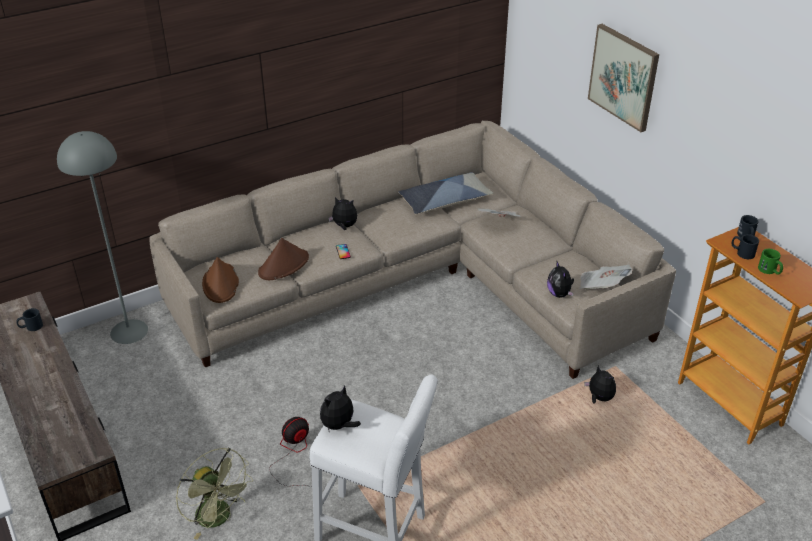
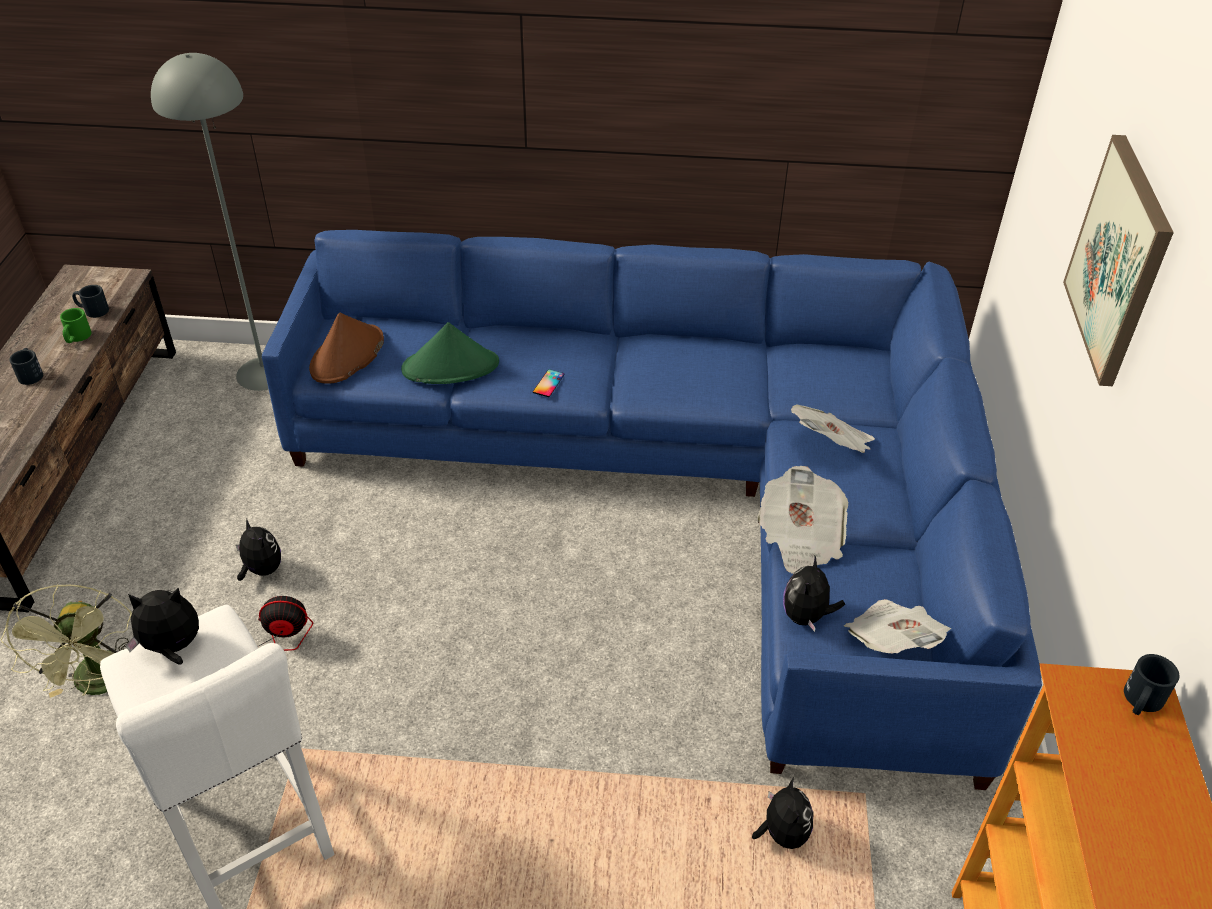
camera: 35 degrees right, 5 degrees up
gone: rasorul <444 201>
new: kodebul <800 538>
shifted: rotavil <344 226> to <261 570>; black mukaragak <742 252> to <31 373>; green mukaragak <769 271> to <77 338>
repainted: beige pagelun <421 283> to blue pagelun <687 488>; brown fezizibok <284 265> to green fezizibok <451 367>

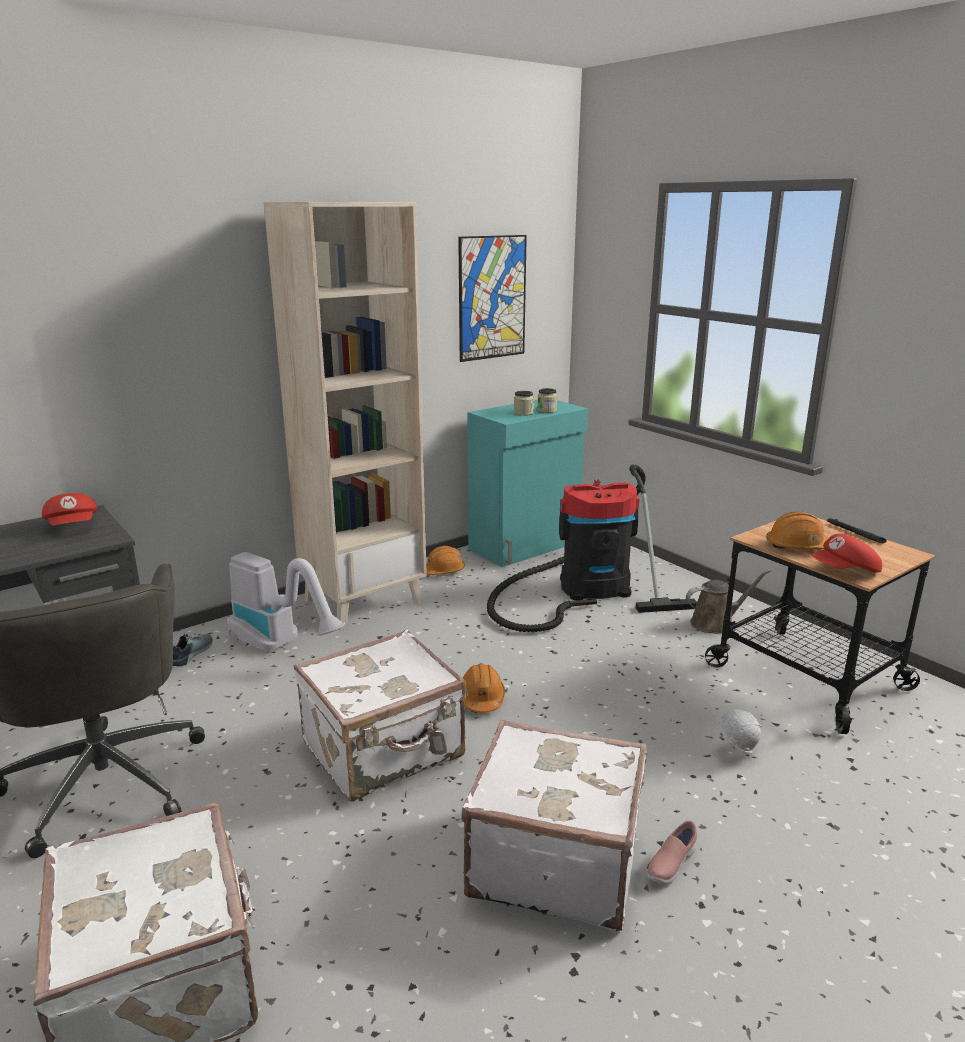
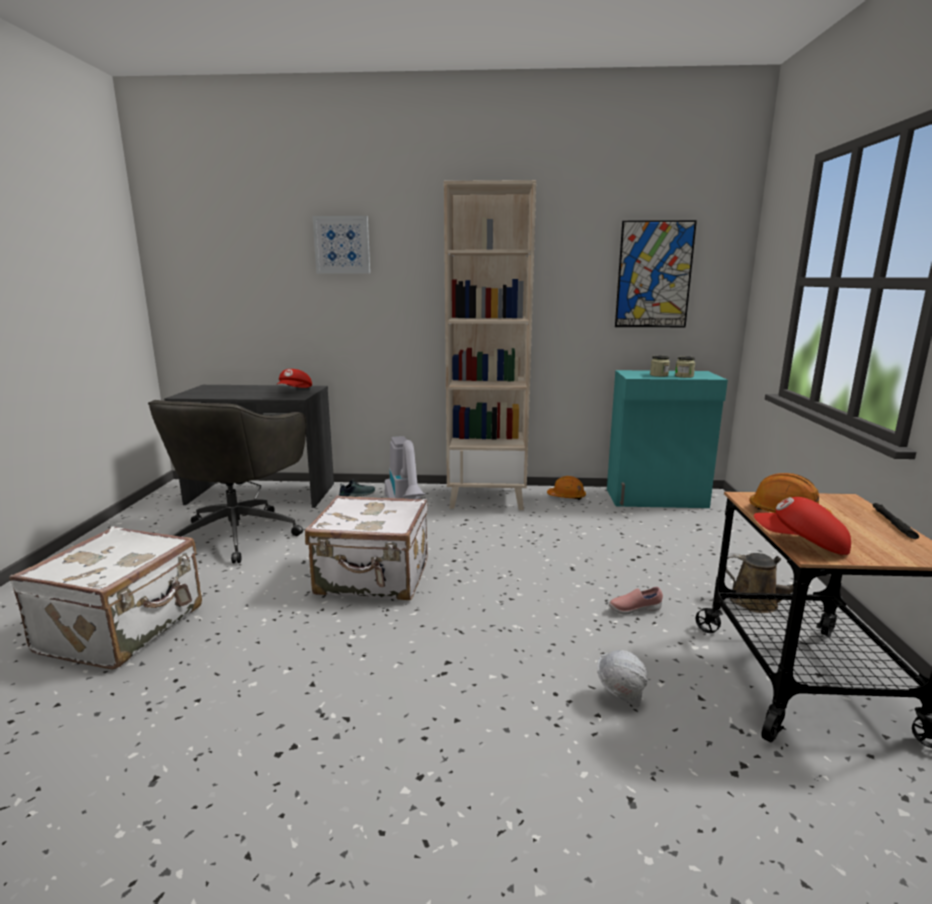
camera: 40 degrees right, 5 degrees down
gone: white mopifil <554 860>; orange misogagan <481 699>; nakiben <586 589>
new: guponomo <342 245>
shifted: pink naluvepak <670 865> to <634 610>

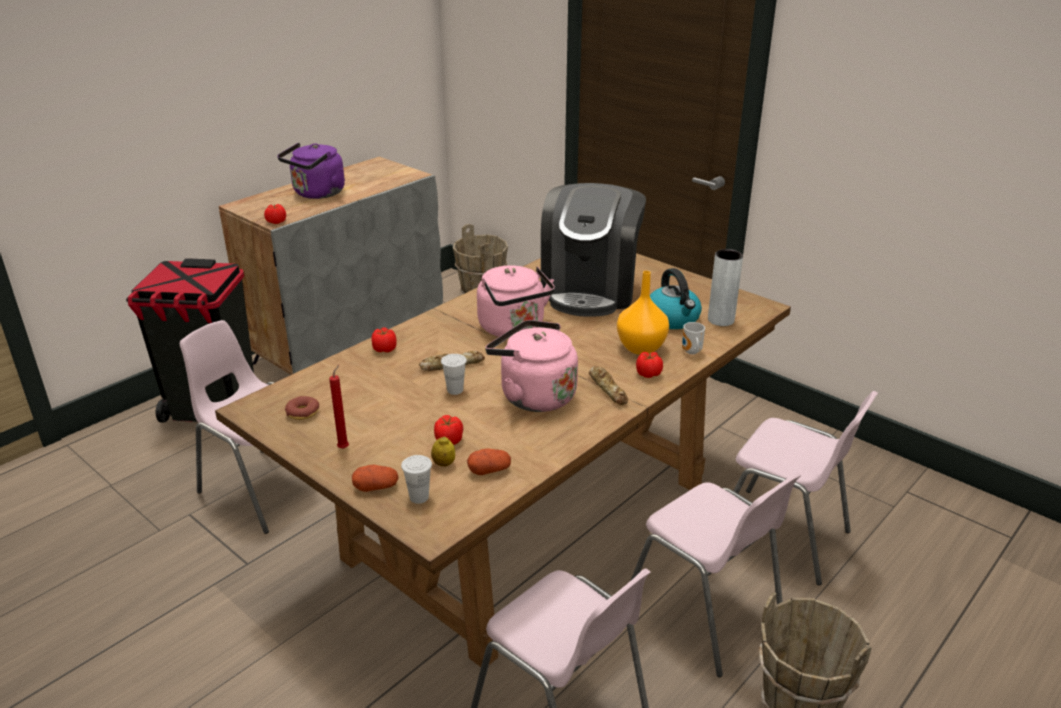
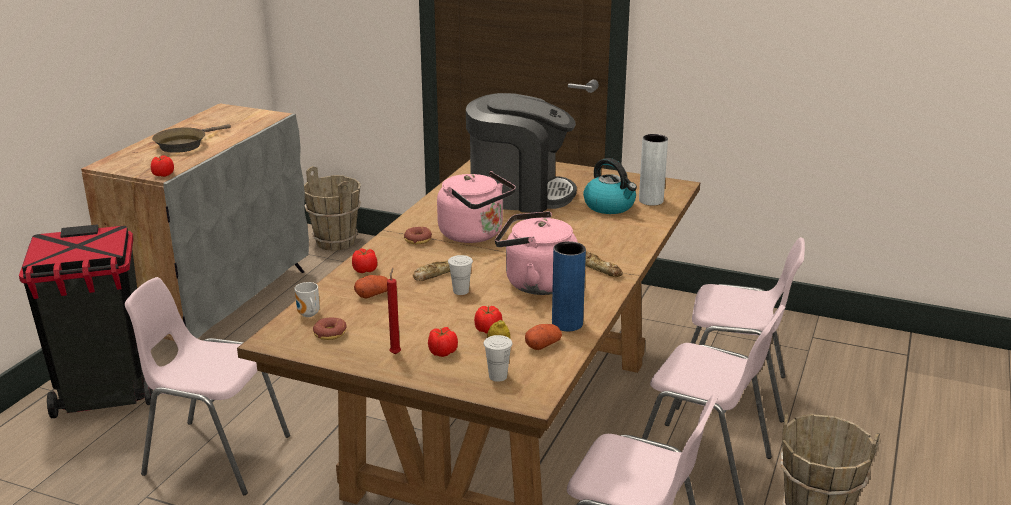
camera: 20 degrees left, 5 degrees down
gone: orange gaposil <640 347>
new: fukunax <418 240>; blue gaposil <567 324>
shifted: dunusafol <376 487> to <373 294>; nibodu <648 373> to <442 352>; mukaragak <691 352> to <308 315>
swapped: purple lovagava <317 194> to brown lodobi <184 144>
rotated: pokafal <590 290> = <519 194> 75 degrees counterclockwise

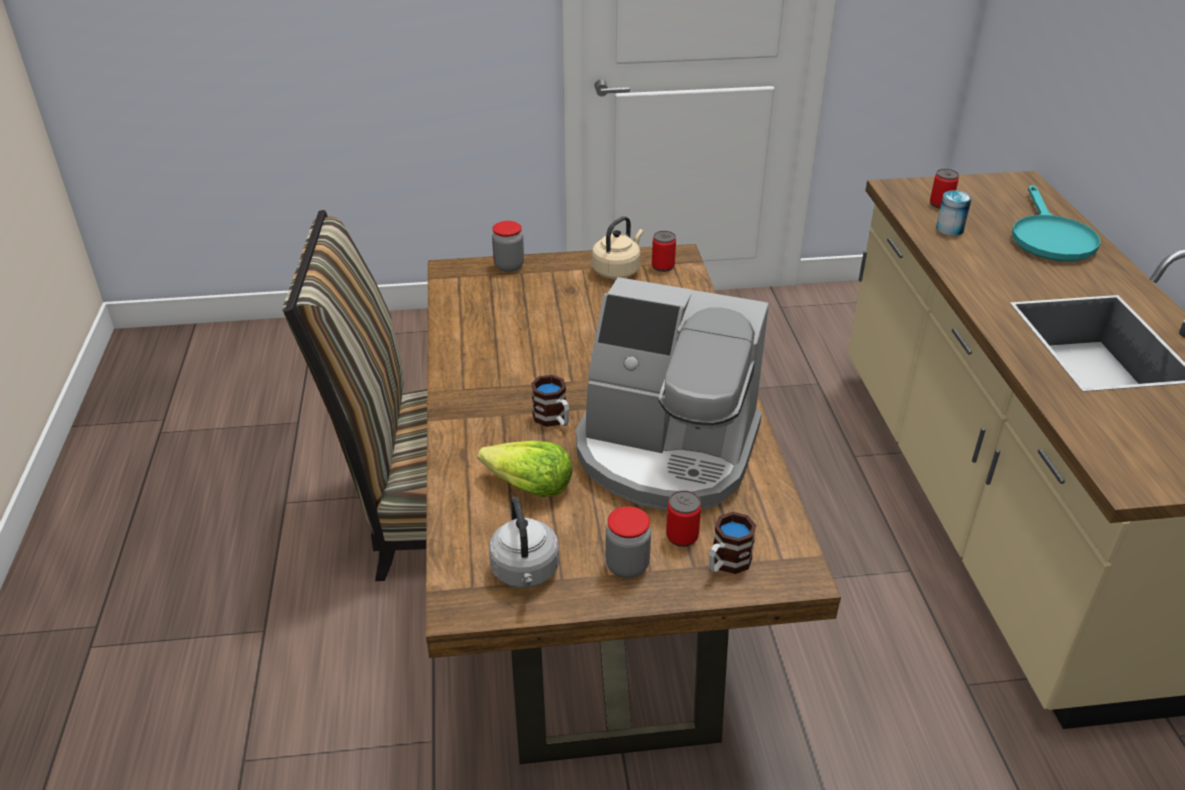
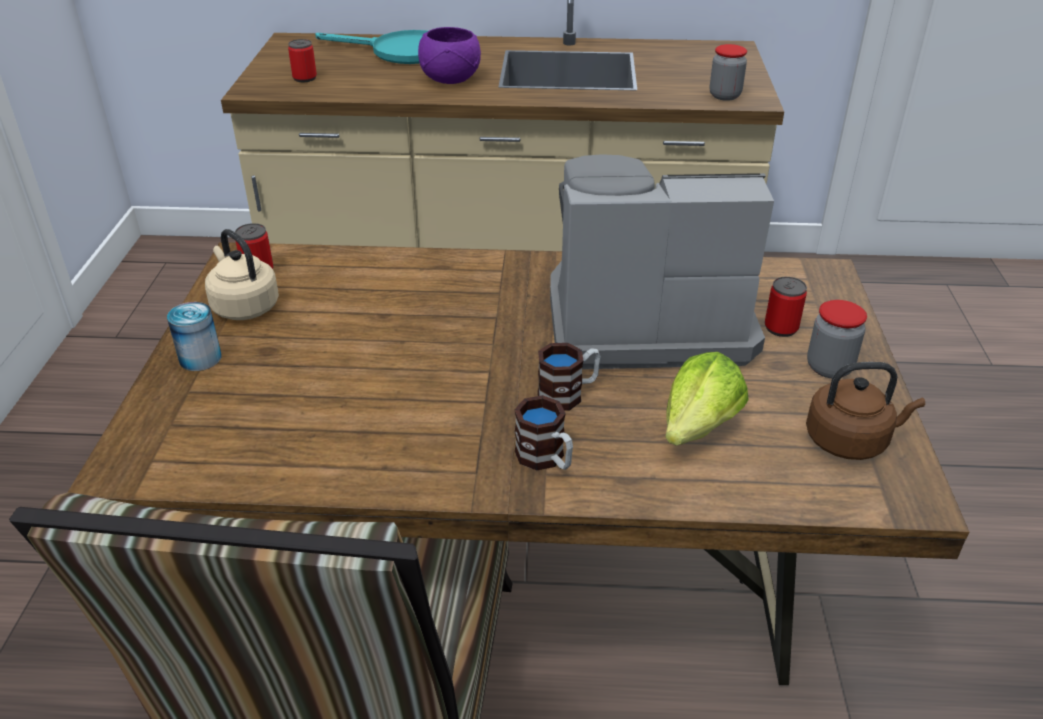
camera: 80 degrees left, 0 degrees up
new: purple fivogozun <450 80>
shifted: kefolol <509 266> to <725 96>; mukaragak <726 564> to <546 459>; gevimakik <949 229> to <200 358>
repainted: grey lovagava <525 573> to brown lovagava <850 441>
rotated: pokafal <666 452> = <644 319> 120 degrees counterclockwise

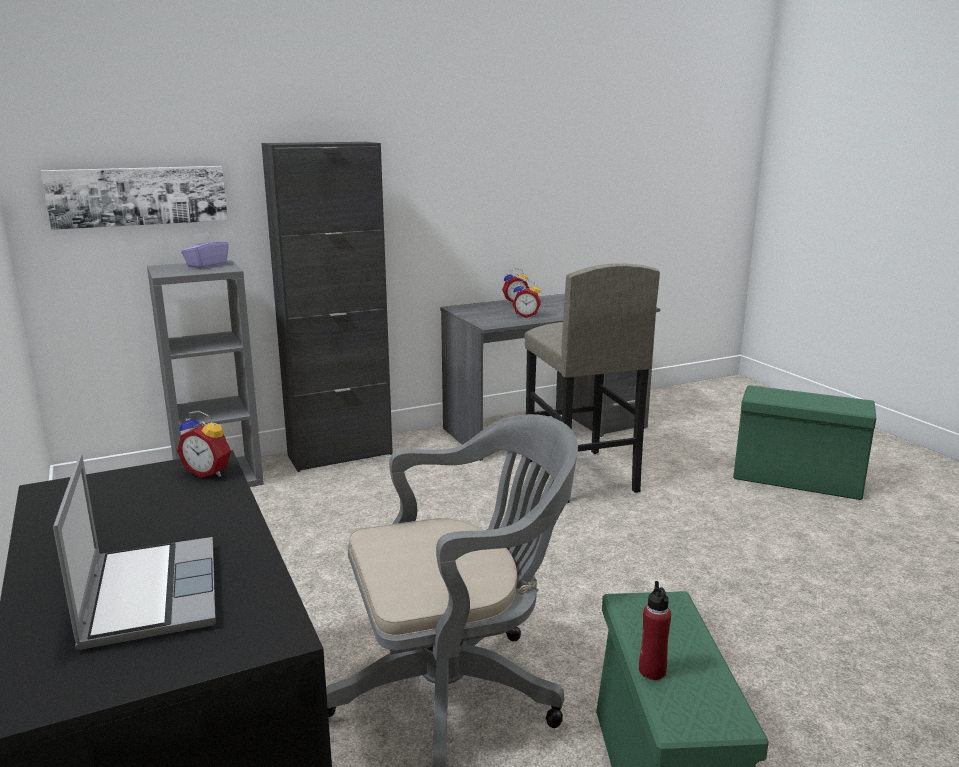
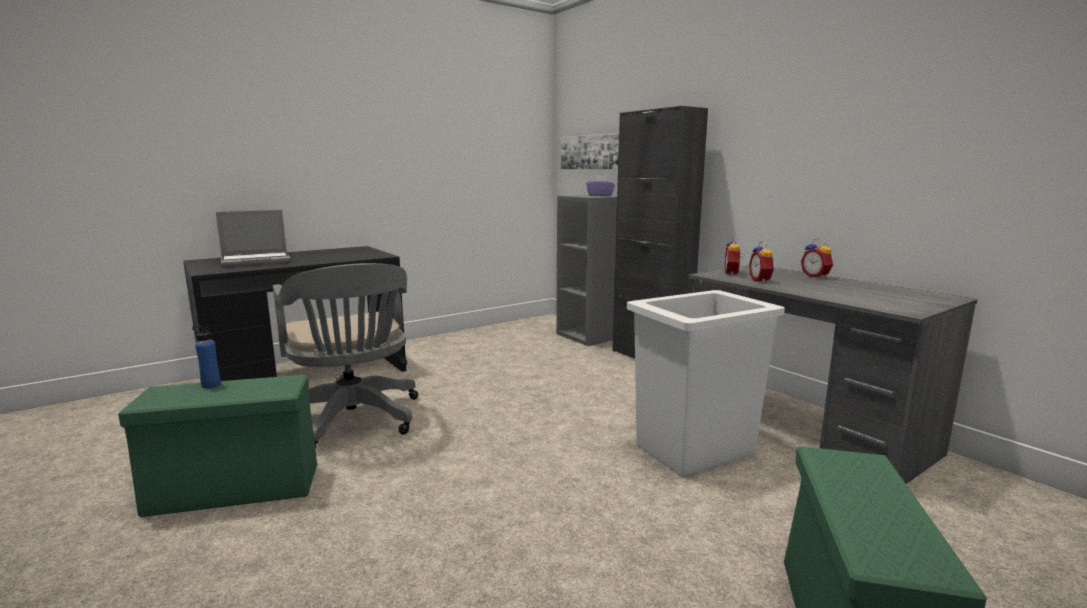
camera: 80 degrees right, 5 degrees down
shifted: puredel <209 472> to <733 273>
swapped: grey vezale <579 476> to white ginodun <692 449>
repainted: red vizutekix <652 671> to blue vizutekix <211 385>

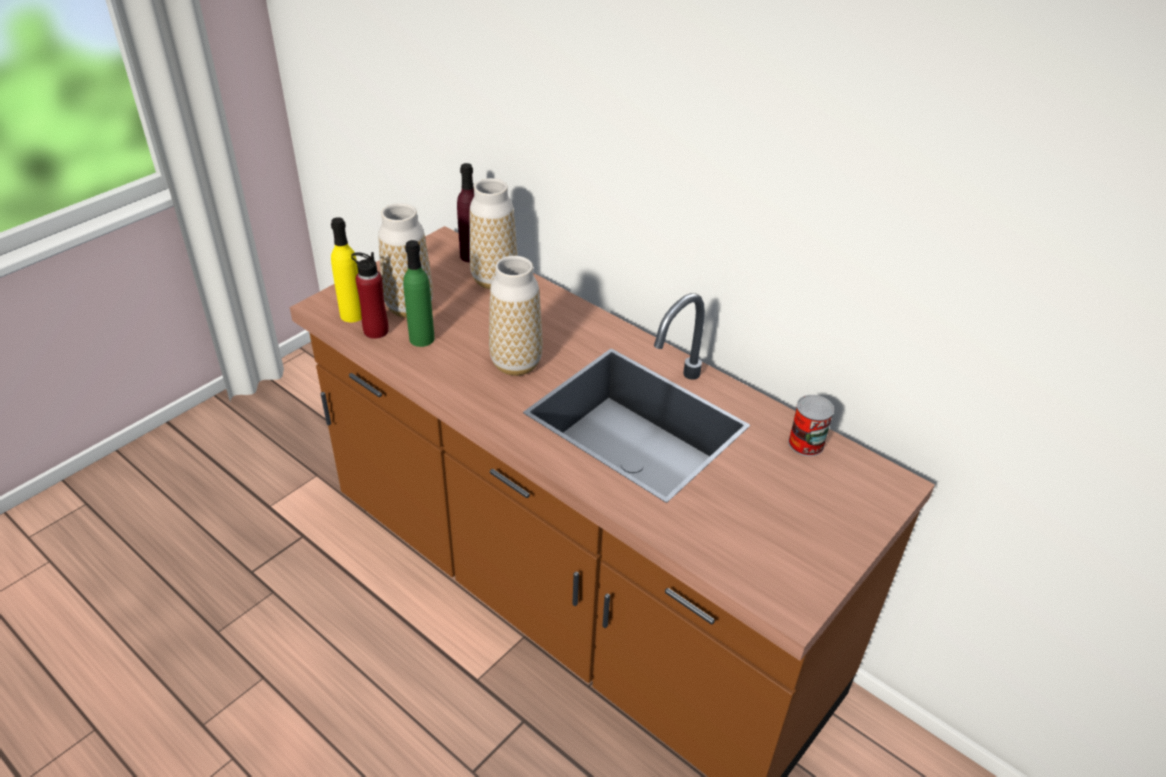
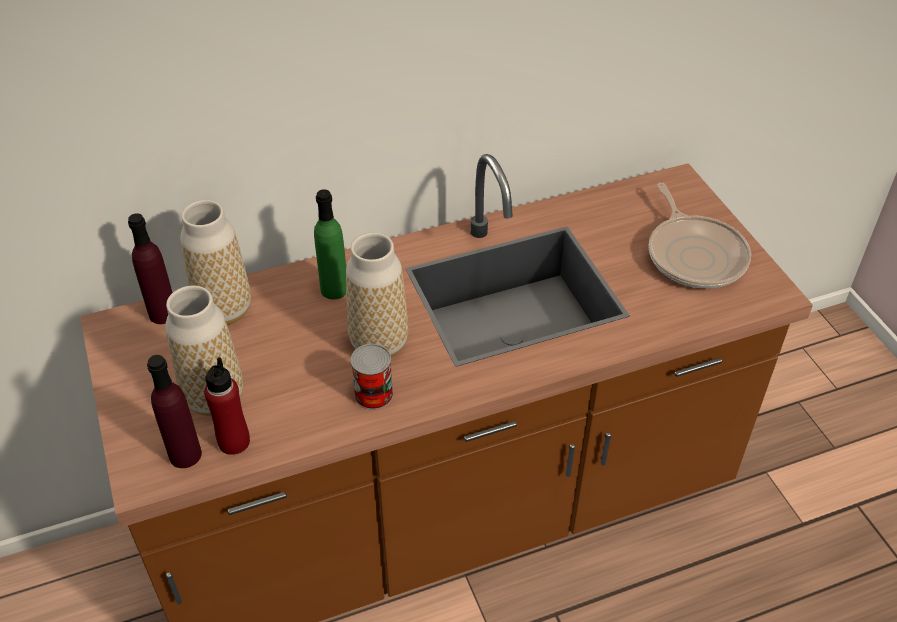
camera: 60 degrees left, 5 degrees up
new: lodobi <694 254>
shifted: green vizutekix <422 339> to <334 289>; gevimakik <806 443> to <373 394>
repainted: yellow vizutekix <352 315> to purple vizutekix <185 455>

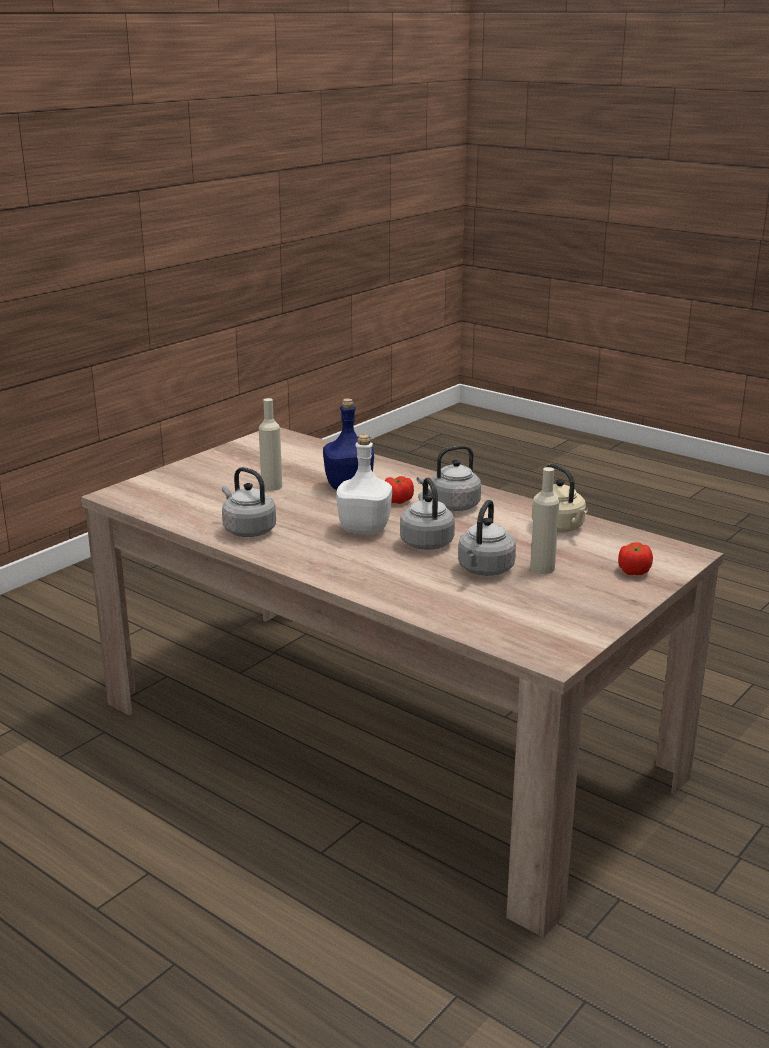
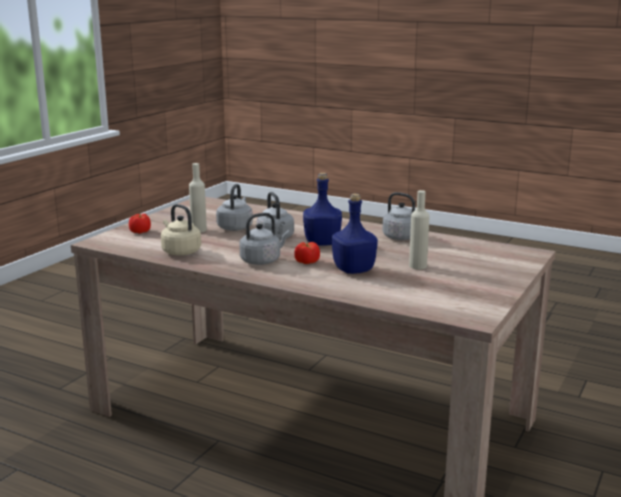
camera: 170 degrees right, 5 degrees down
repainted: white vizutekix <363 529> to blue vizutekix <323 242>

